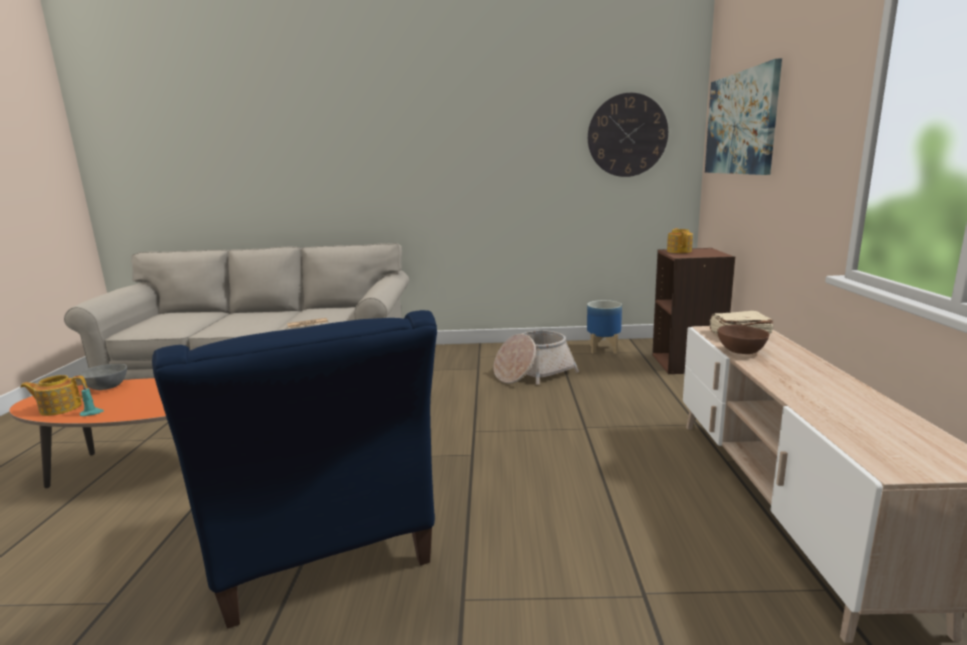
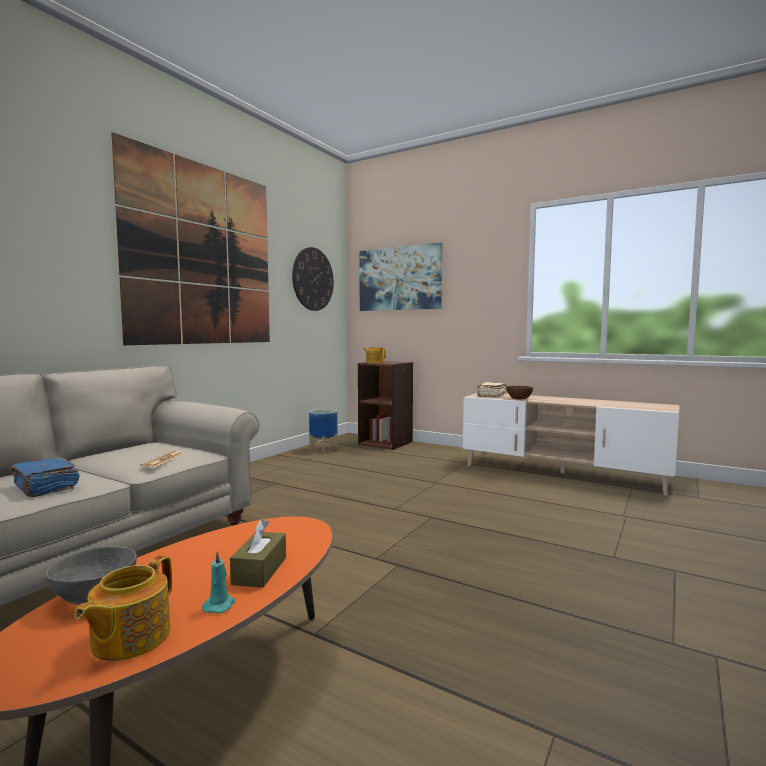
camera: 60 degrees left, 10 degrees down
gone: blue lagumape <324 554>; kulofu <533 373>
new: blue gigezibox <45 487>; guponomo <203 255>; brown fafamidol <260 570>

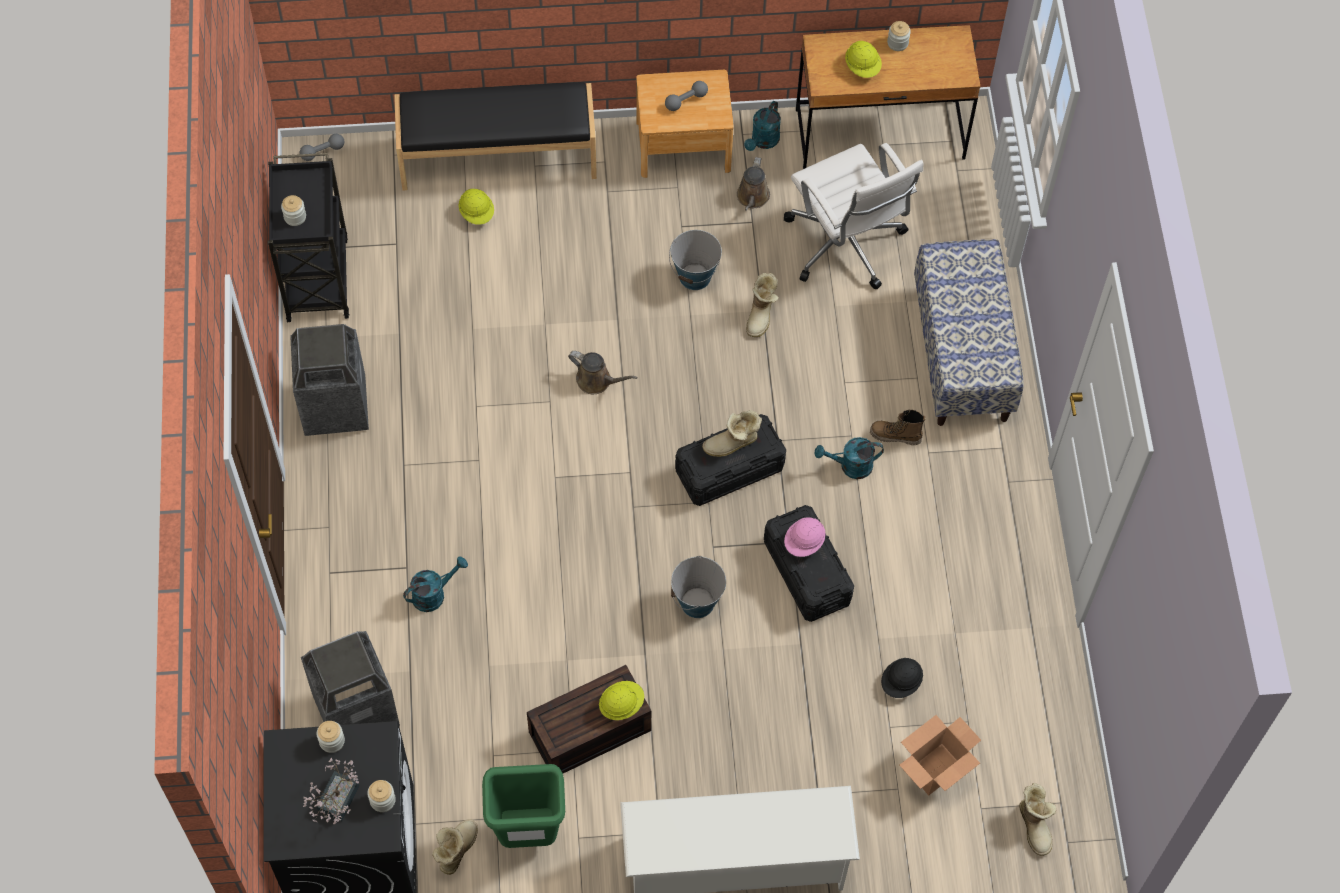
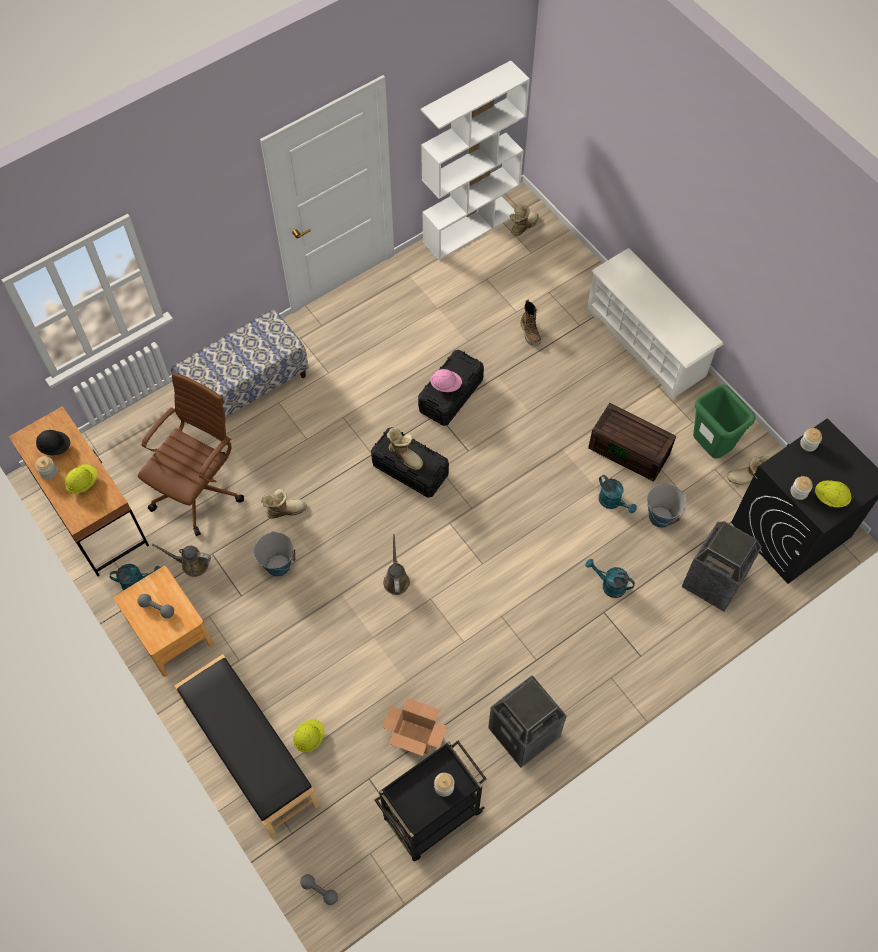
camera: 120 degrees left, 0 degrees up
gone: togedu <335 803>
new: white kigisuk <470 227>
shifted: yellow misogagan <621 704> to <830 498>; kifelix <697 603> to <661 516>; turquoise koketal <850 466> to <613 502>; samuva <895 436> to <530 333>; black misogagan <901 683> to <55 447>; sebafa <934 770> to <415 736>
repainted: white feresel <845 245> to brown feresel <199 489>
rotated: brown koketal <752 198> = <191 564> 150 degrees counterclockwise

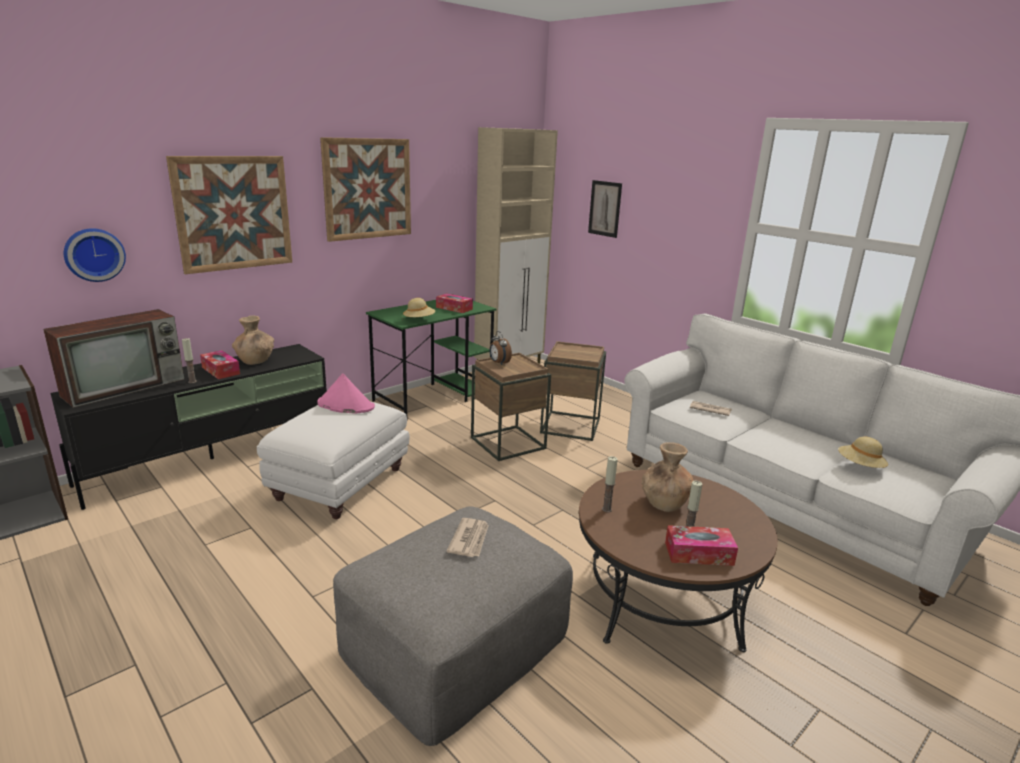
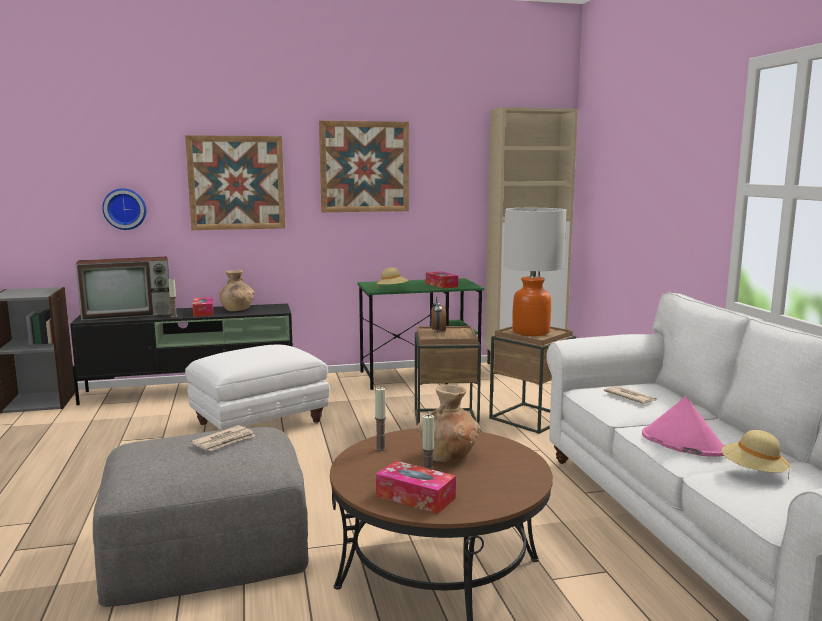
camera: 30 degrees right, 10 degrees down
gone: guponomo <605 208>
new: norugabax <531 332>
shifted: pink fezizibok <345 405> to <683 443>

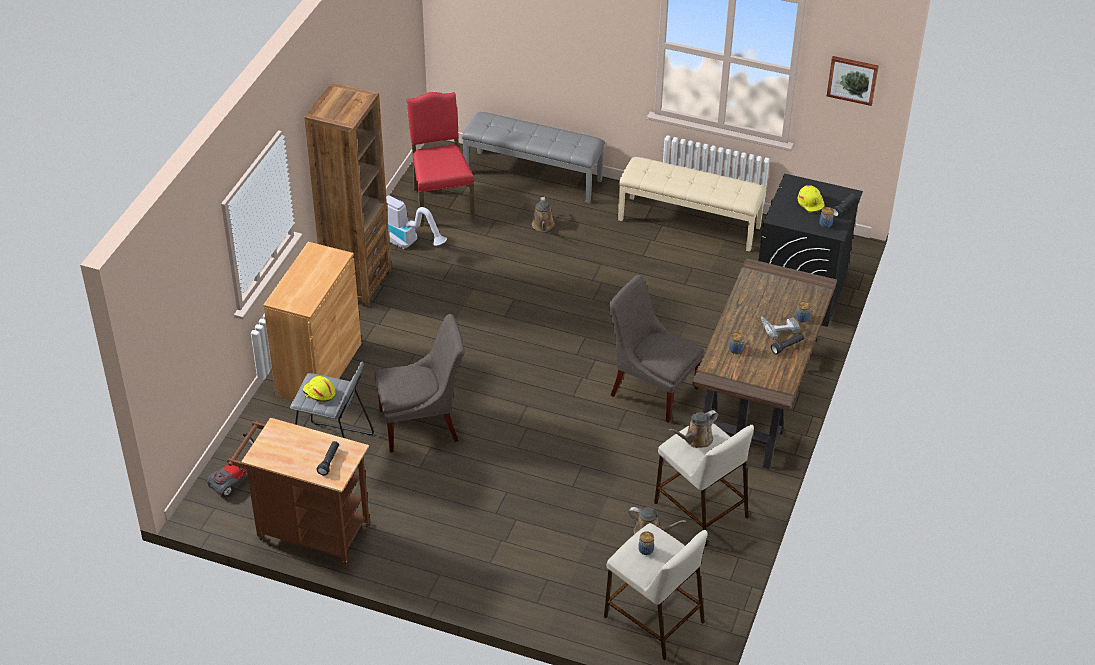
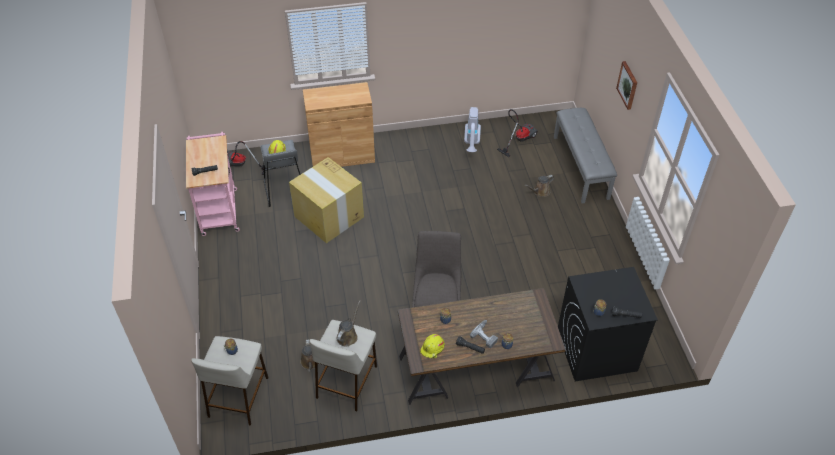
camera: 60 degrees right, 5 degrees up
gone: brown kigisuk <357 283>; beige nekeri <689 223>
shifted: yellow misogagan <811 203> to <432 348>; guponomo <852 79> to <628 85>
swapped: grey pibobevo <423 425> to sebafa <329 217>; red pibobevo <441 202> to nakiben <519 139>
repainted: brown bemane <307 531> to pink bemane <219 208>
rotated: brown koketal <696 439> = <348 335> 90 degrees clockwise

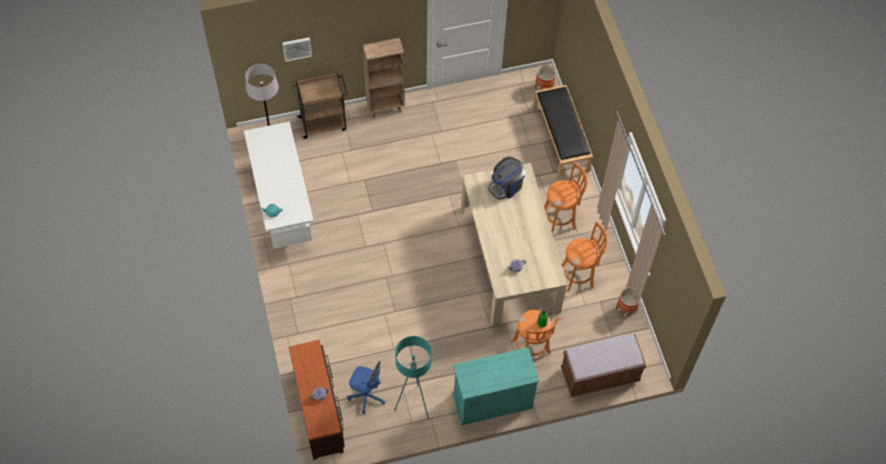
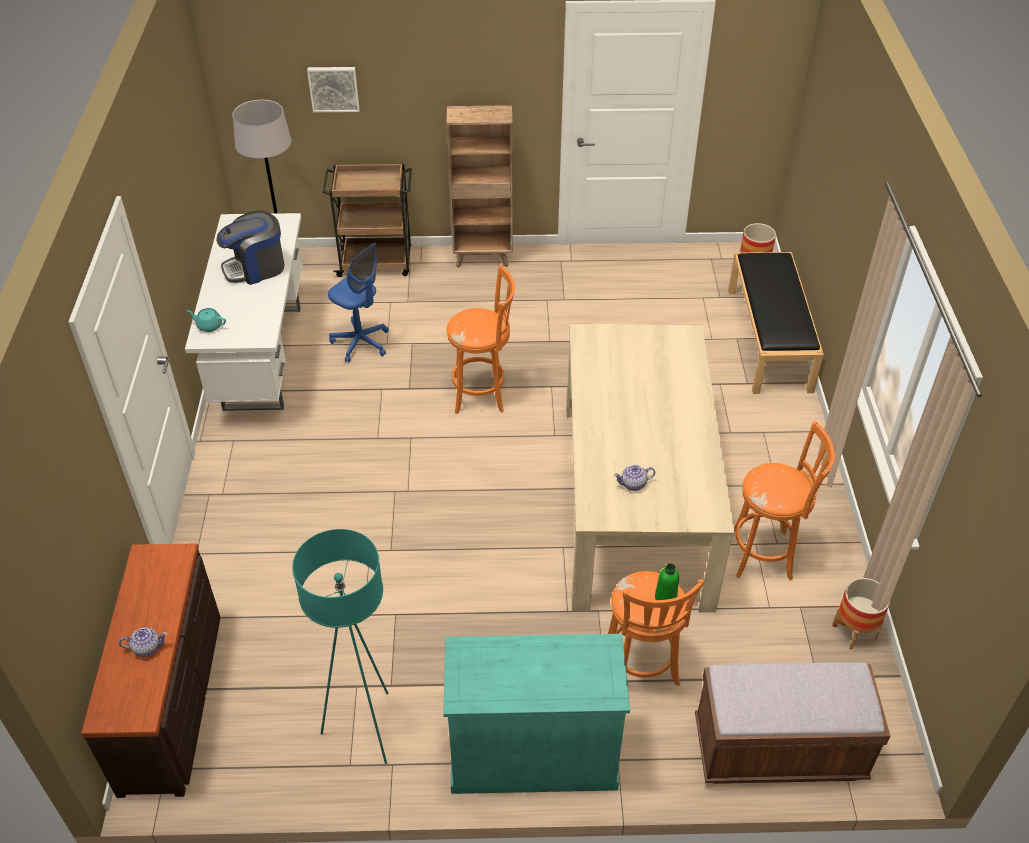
camera: 15 degrees right, 15 degrees down
shifted: blue feresel <366 396> to <361 343>; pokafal <506 186> to <255 268>; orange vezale <561 219> to <482 394>

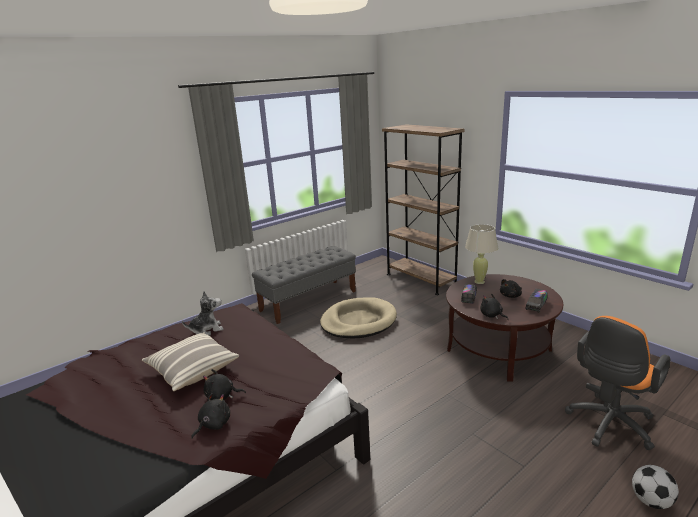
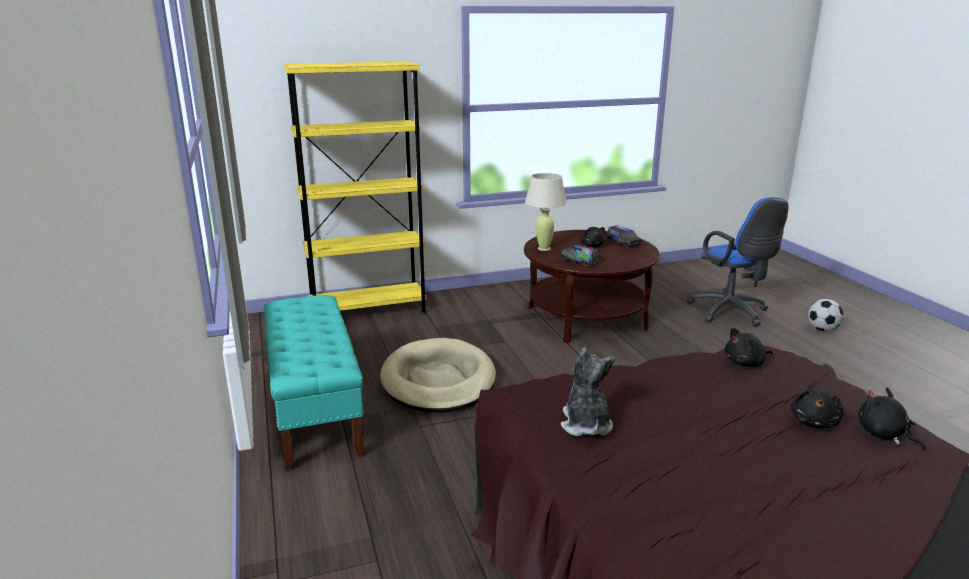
camera: 70 degrees left, 0 degrees up
gone: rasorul <192 370>
shifted: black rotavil <492 315> to <746 363>
repainted: grey nekeri <309 301> to turquoise nekeri <315 409>; brown kigisuk <420 279> to yellow kigisuk <368 311>; orange feresel <608 425> to blue feresel <731 313>

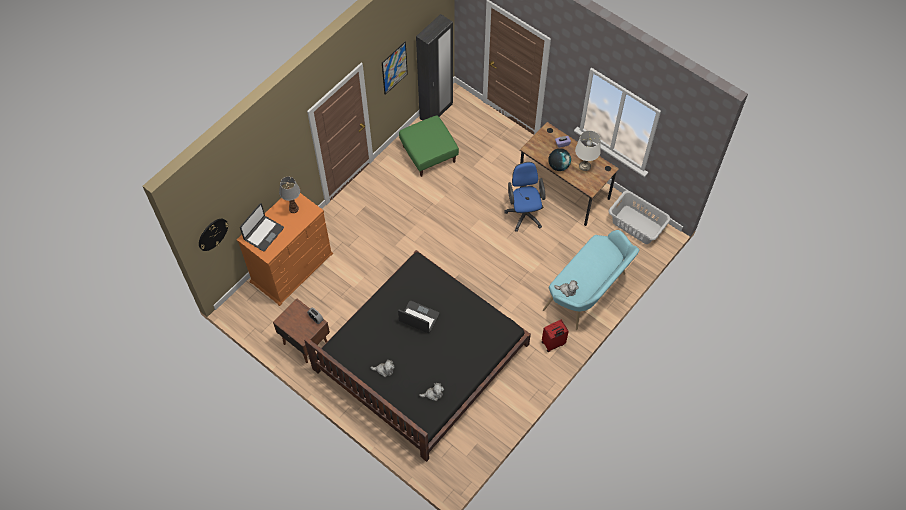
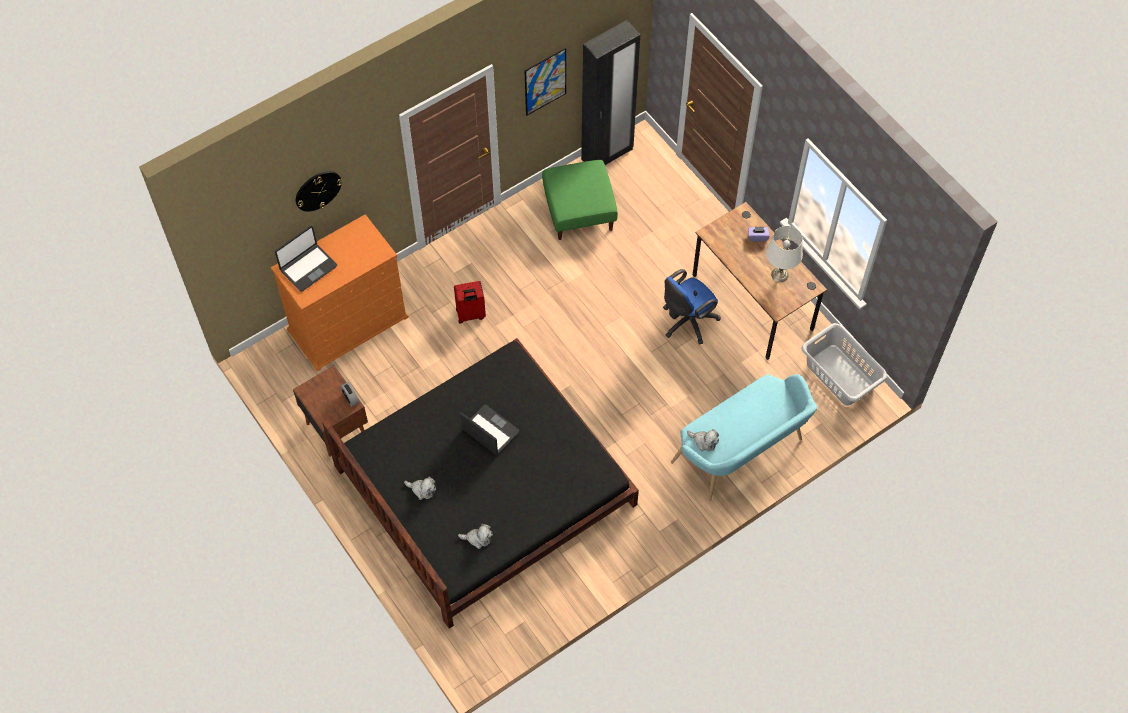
camera: 15 degrees right, 0 degrees up
gone: norugabax <294 208>; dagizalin <558 166>
shifted: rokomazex <212 234> to <318 190>; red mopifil <553 344> to <470 315>
rotated: blue feresel <524 213> = <686 322> 135 degrees counterclockwise

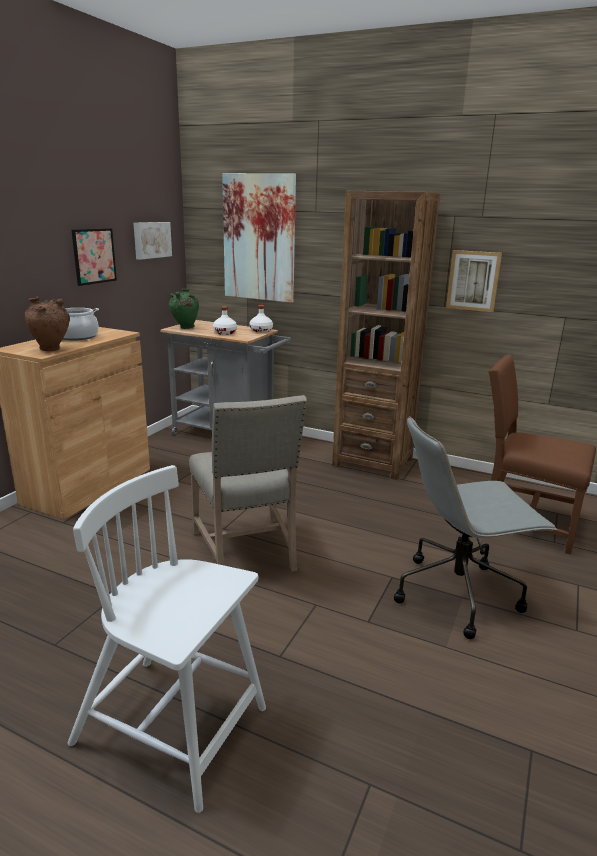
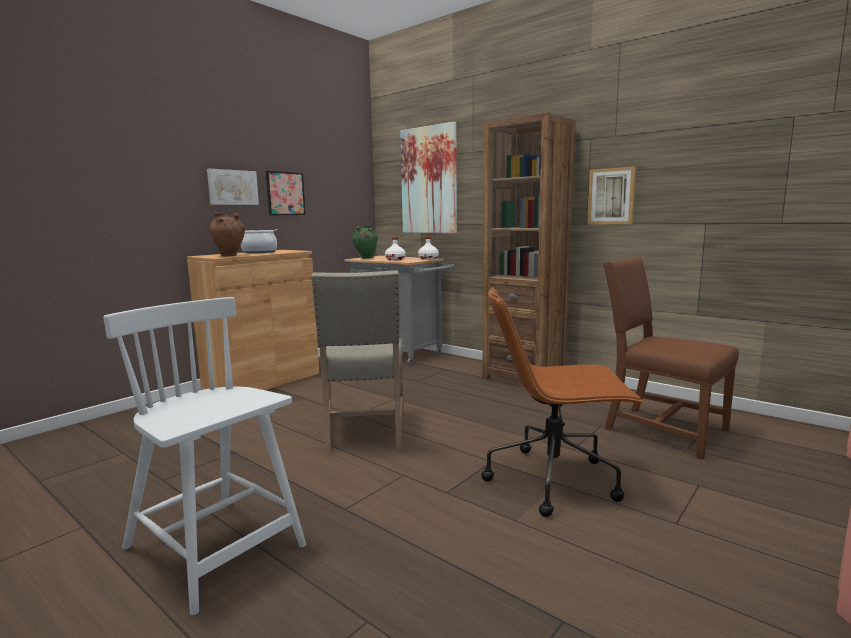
camera: 15 degrees right, 10 degrees down
shifted: guponomo <151 240> to <232 187>
repainted: grey feresel <458 593> to brown feresel <554 480>

